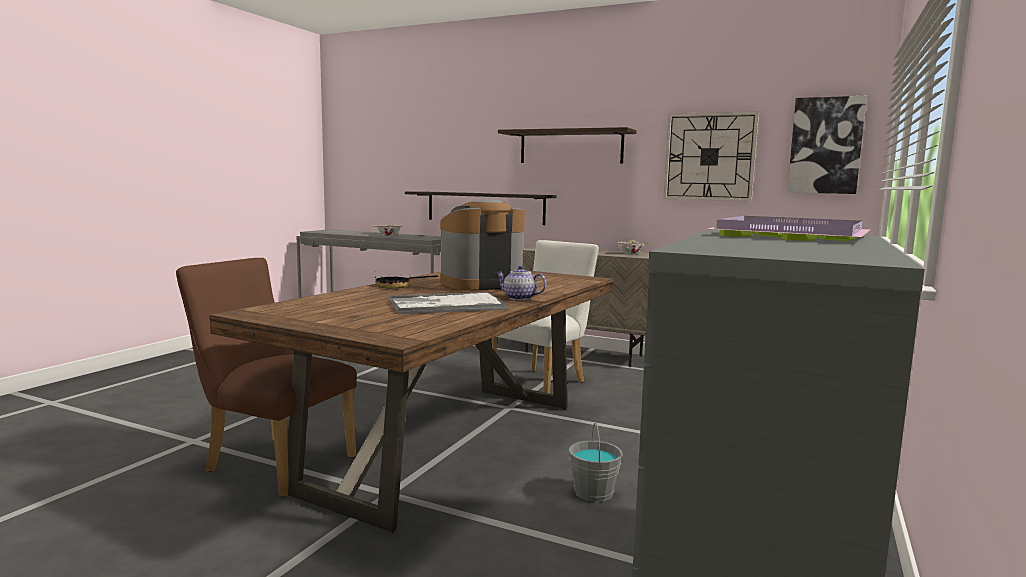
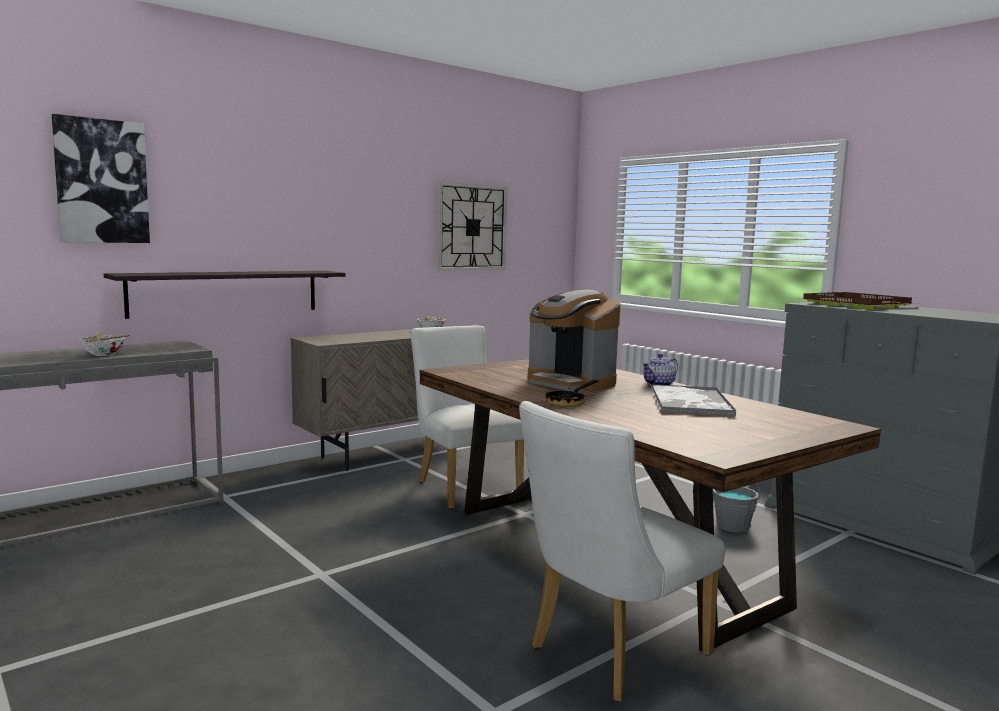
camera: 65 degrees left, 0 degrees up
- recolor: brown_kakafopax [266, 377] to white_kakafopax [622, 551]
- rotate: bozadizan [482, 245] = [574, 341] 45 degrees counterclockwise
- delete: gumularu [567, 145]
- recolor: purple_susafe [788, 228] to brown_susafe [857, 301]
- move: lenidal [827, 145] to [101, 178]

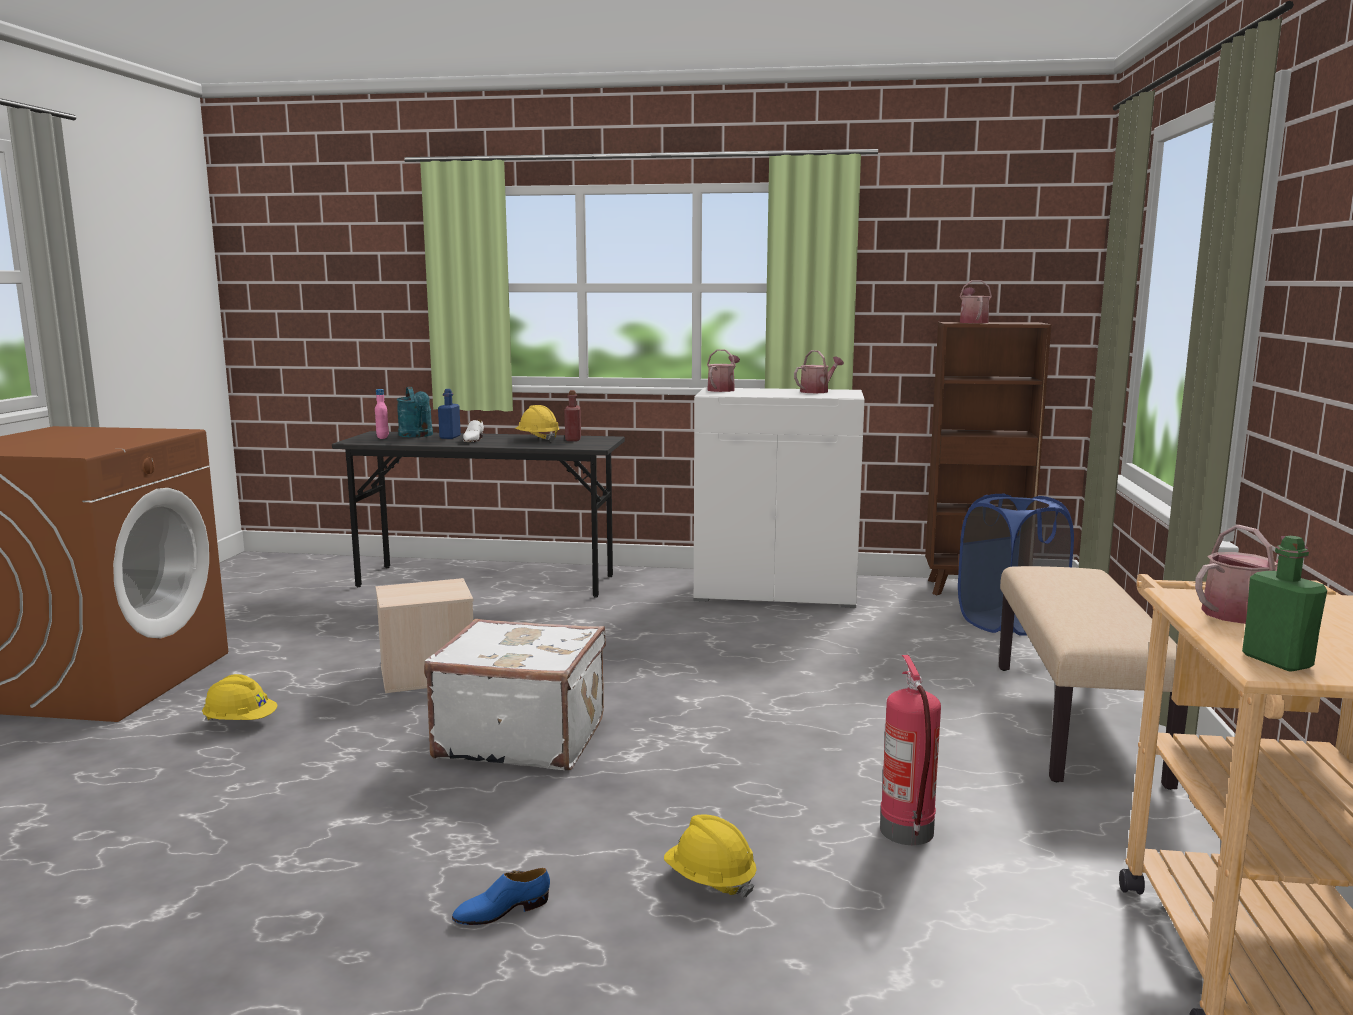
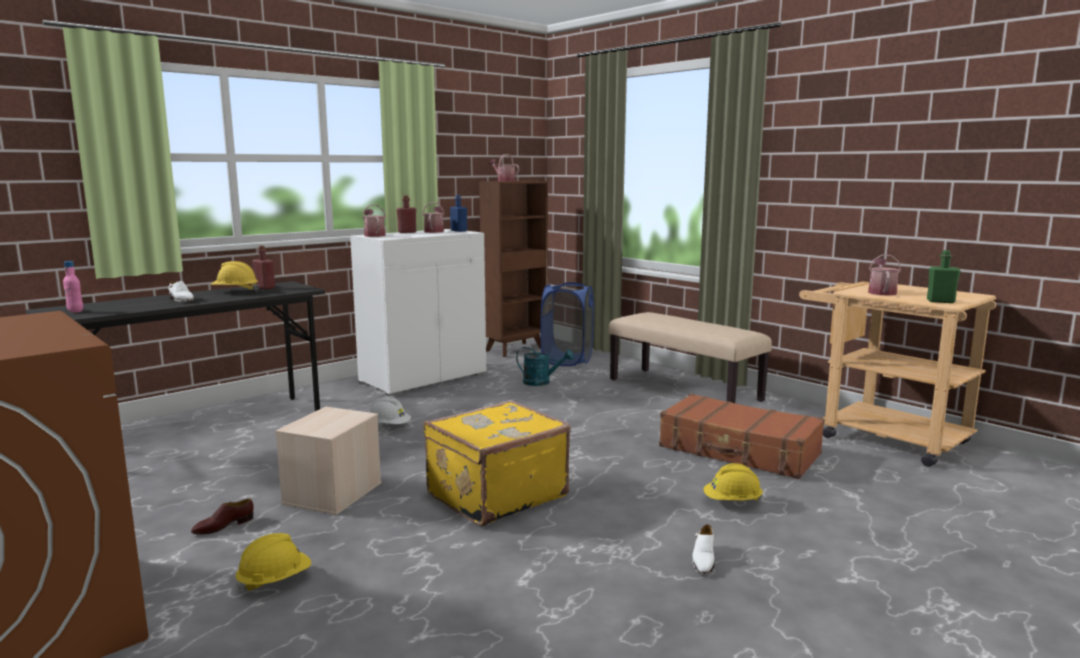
camera: 50 degrees left, 0 degrees up
- move: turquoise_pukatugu [414, 412] to [545, 366]
- recolor: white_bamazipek [515, 694] to yellow_bamazipek [497, 463]
- move: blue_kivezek [449, 414] to [458, 213]
- recolor: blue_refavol [501, 896] to white_refavol [703, 549]
- replace: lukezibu [910, 750] to brown_bamazipek [742, 436]
- insert: brown_refavol [222, 516]
- insert: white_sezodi [390, 410]
- insert: red_kivezek [406, 214]

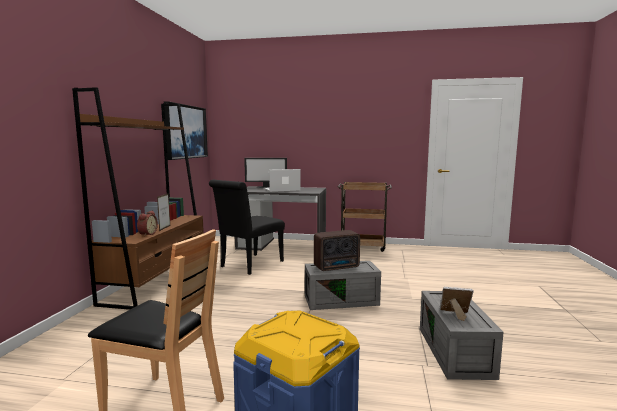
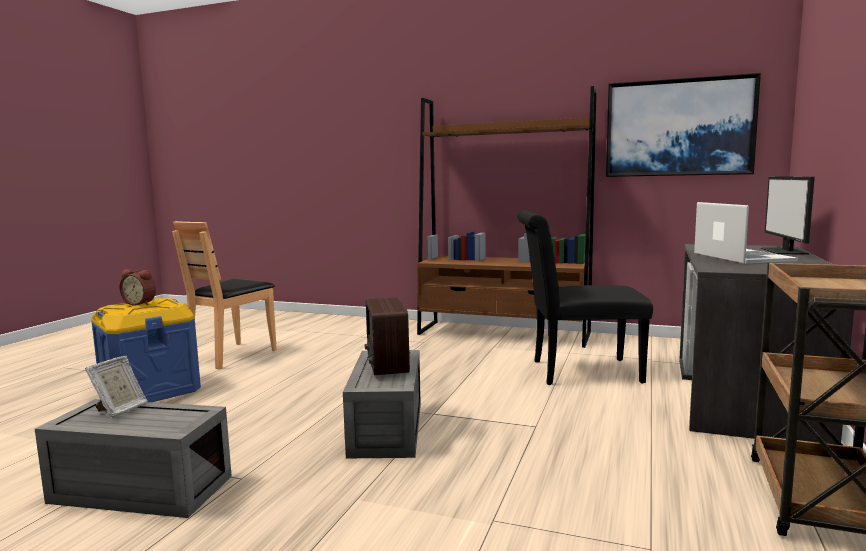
camera: 100 degrees right, 0 degrees up
- move: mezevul [147, 223] to [138, 287]
- delete: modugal [164, 212]
- rotate: black_kakafopax [247, 227] = [585, 297] 45 degrees counterclockwise

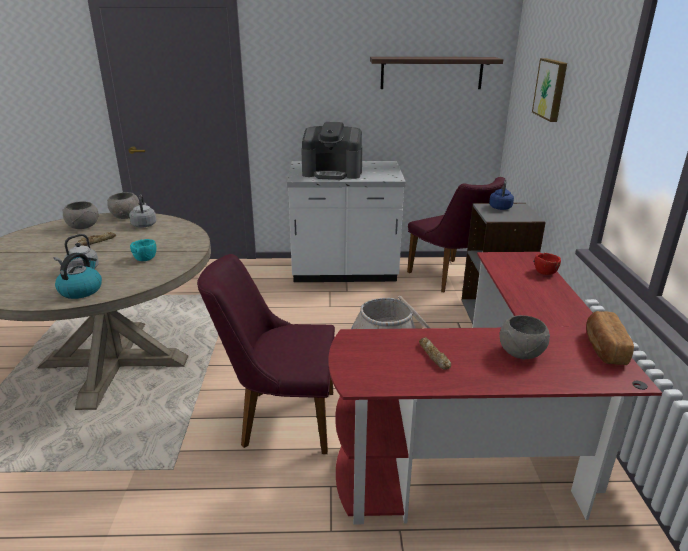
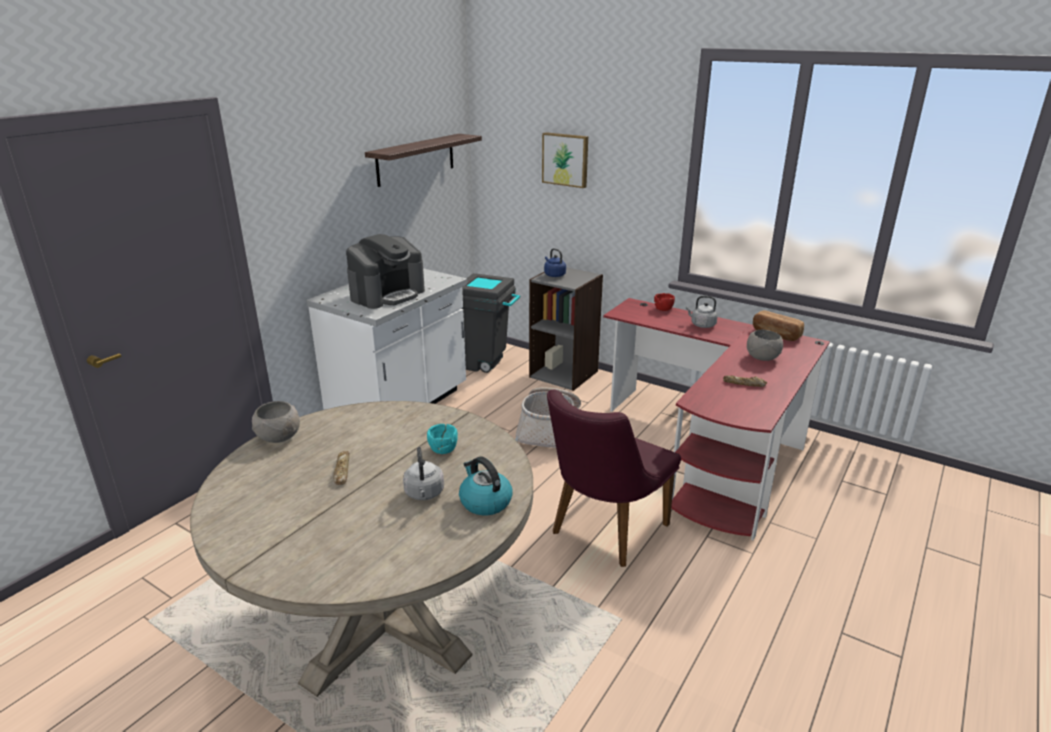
camera: 55 degrees left, 0 degrees up
- delete: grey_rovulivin [80, 215]
- move: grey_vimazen [142, 211] to [702, 312]
- replace: purple_kakafopax [456, 235] to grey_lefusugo [490, 323]

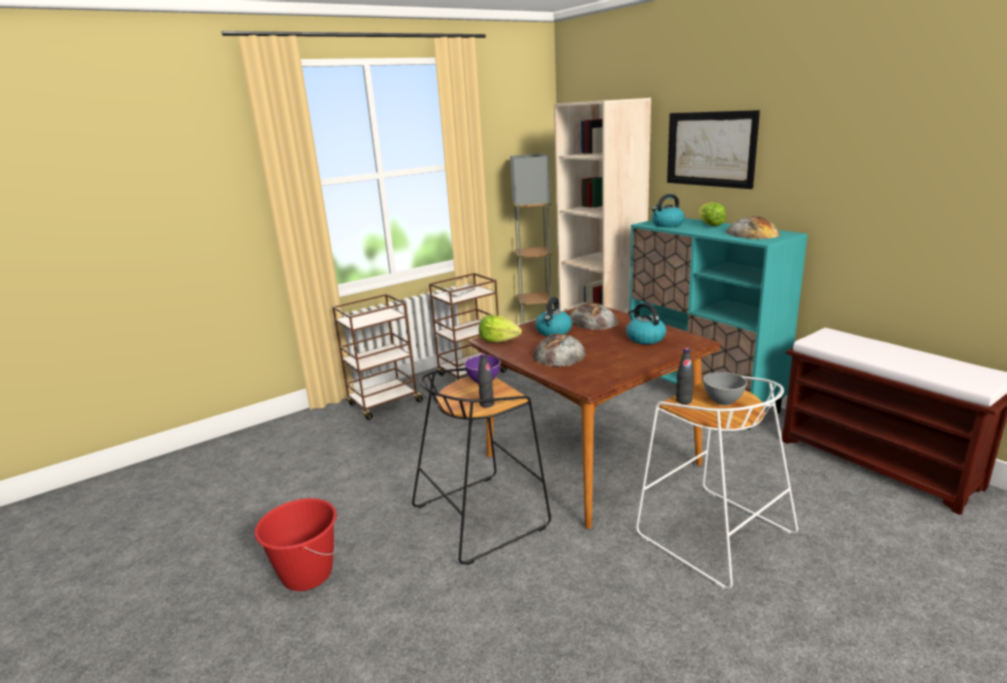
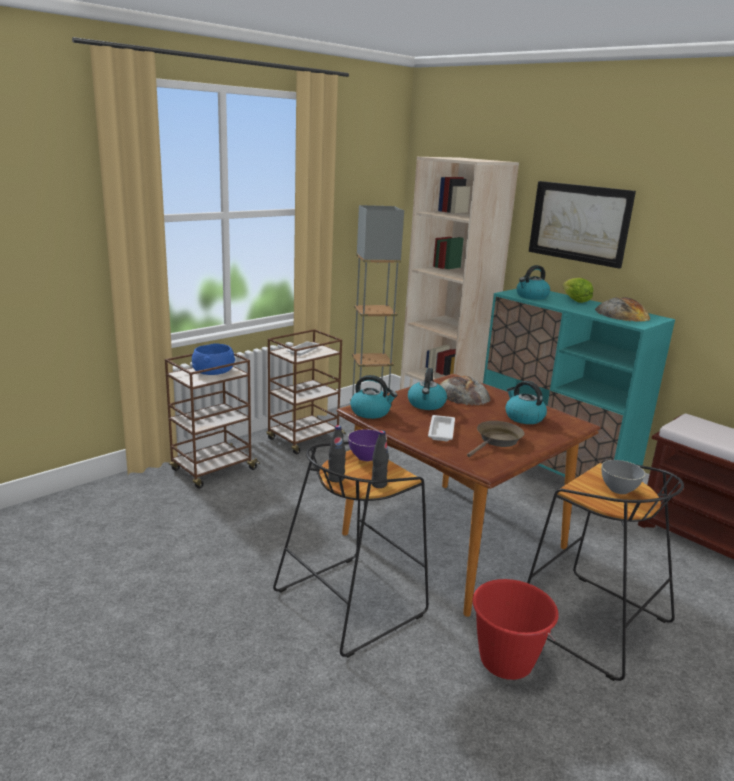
camera: 10 degrees left, 0 degrees up
- move: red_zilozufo [295, 544] to [515, 629]
- replace: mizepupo [500, 329] to vimazen [373, 397]
- replace: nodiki [559, 350] to white_susafe [441, 428]
- recolor: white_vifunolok [717, 482] to black_vifunolok [605, 570]
- move: black_kivezek [685, 376] to [337, 453]
- insert: blue_rovulivin [213, 359]
- insert: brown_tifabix [495, 439]

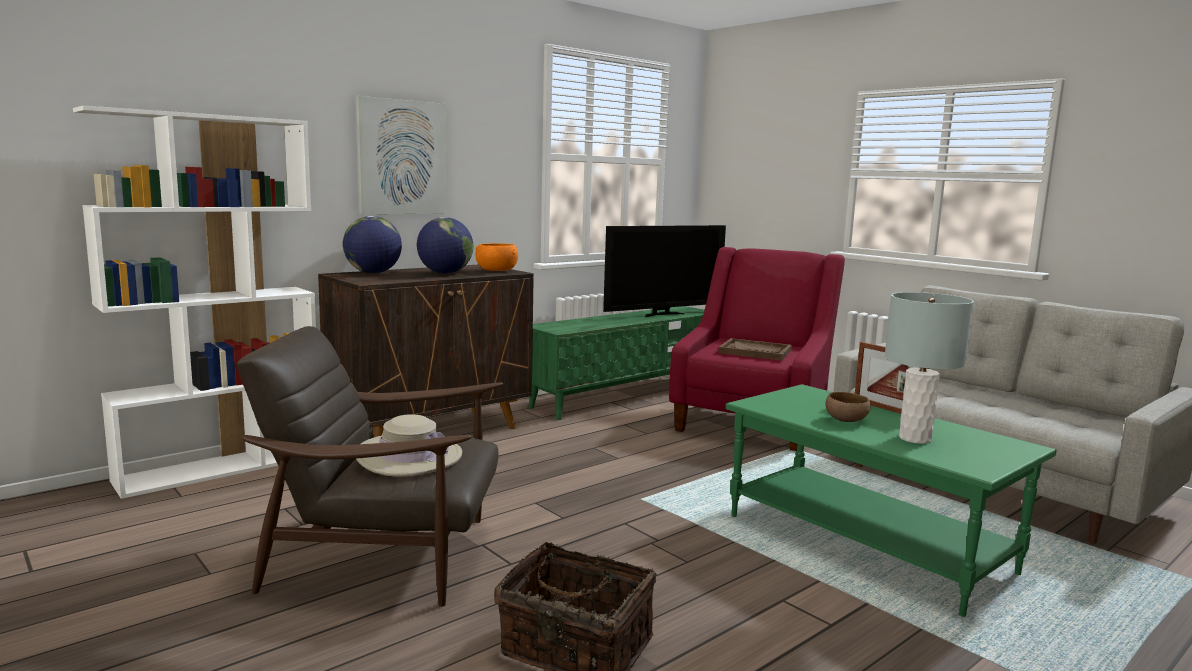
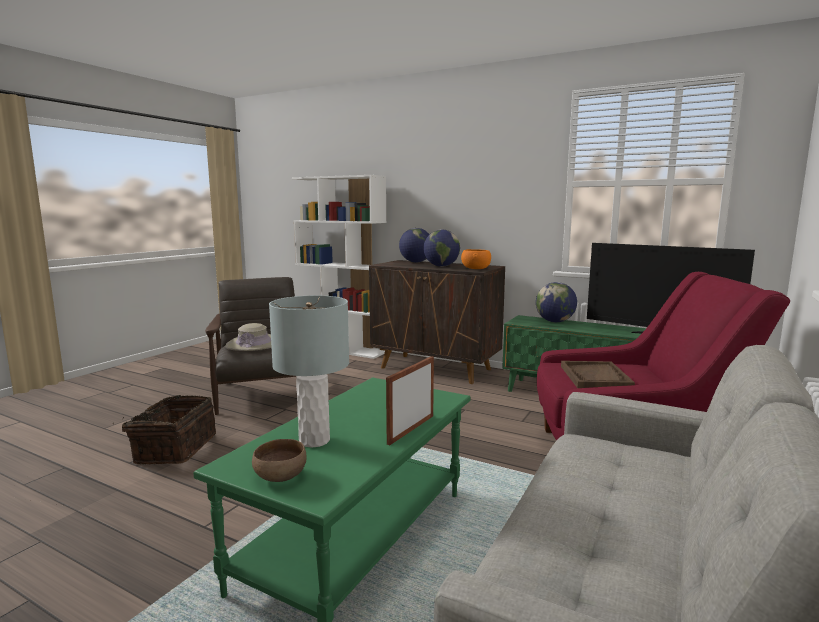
camera: 70 degrees right, 0 degrees up
- delete: lenidal [401, 155]
- move: brown_rovulivin [847, 407] to [279, 460]
- insert: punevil [556, 302]

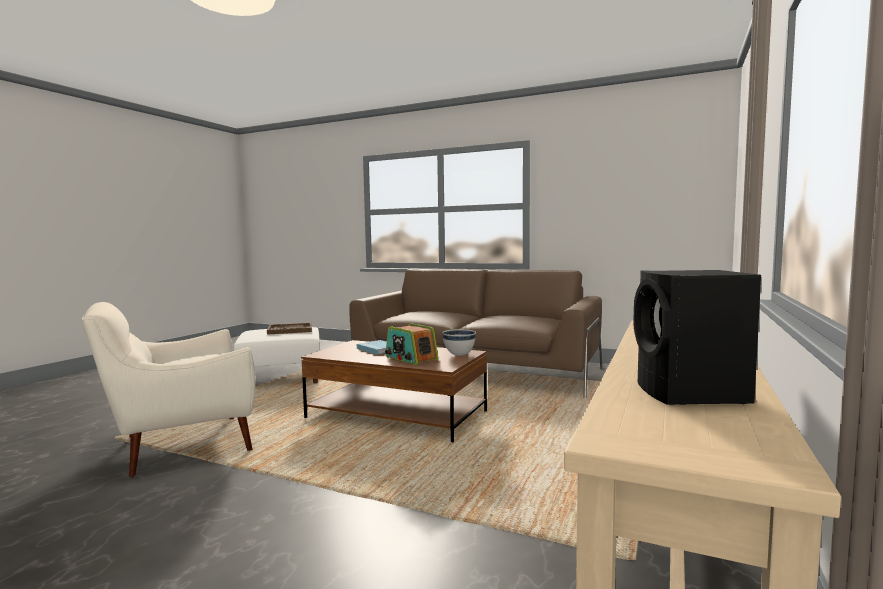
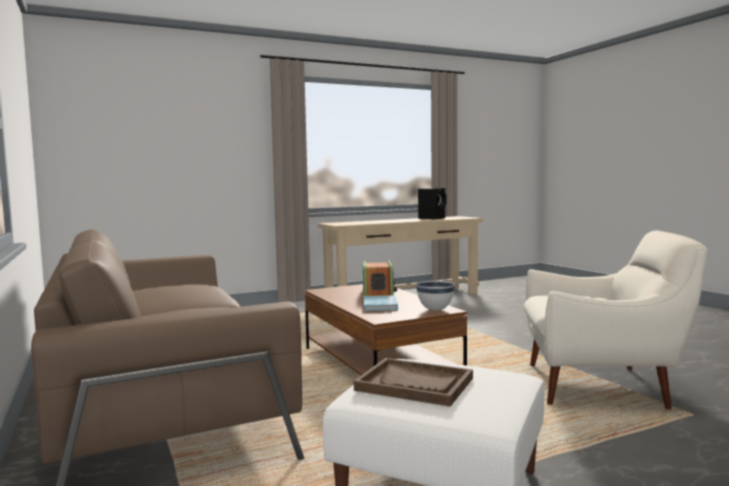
camera: 140 degrees left, 0 degrees up
- move: white_rovulivin [459, 342] to [435, 296]

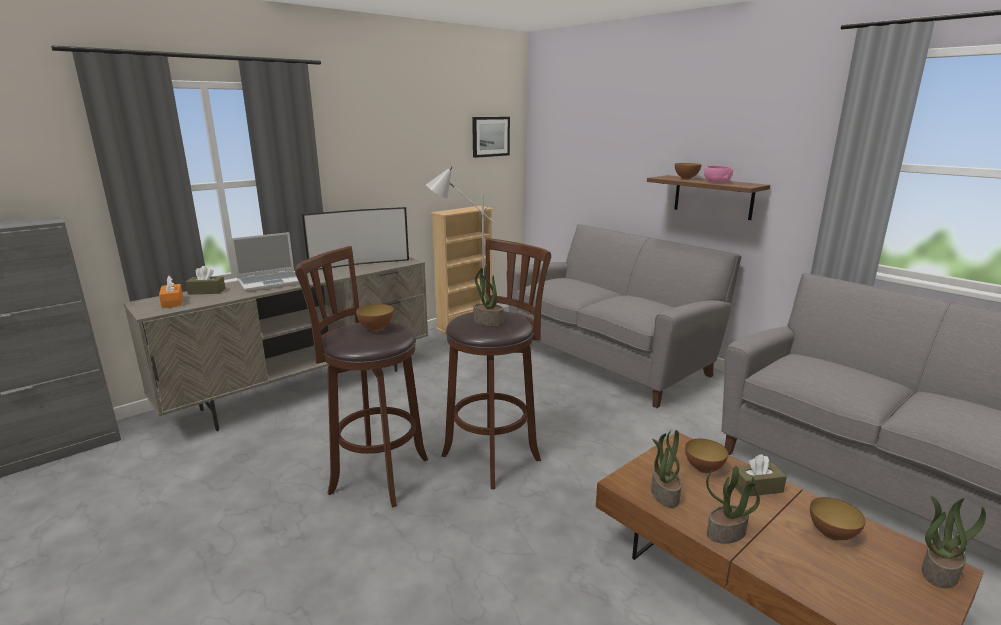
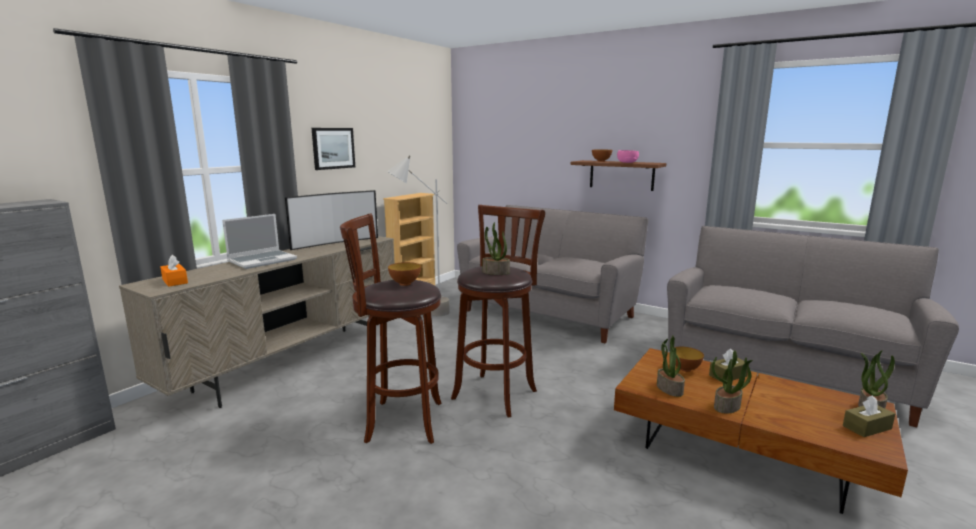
camera: 15 degrees left, 5 degrees down
- move: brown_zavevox [206, 280] to [869, 416]
- move: lenidal [491, 137] to [333, 149]
- delete: rovulivin [837, 519]

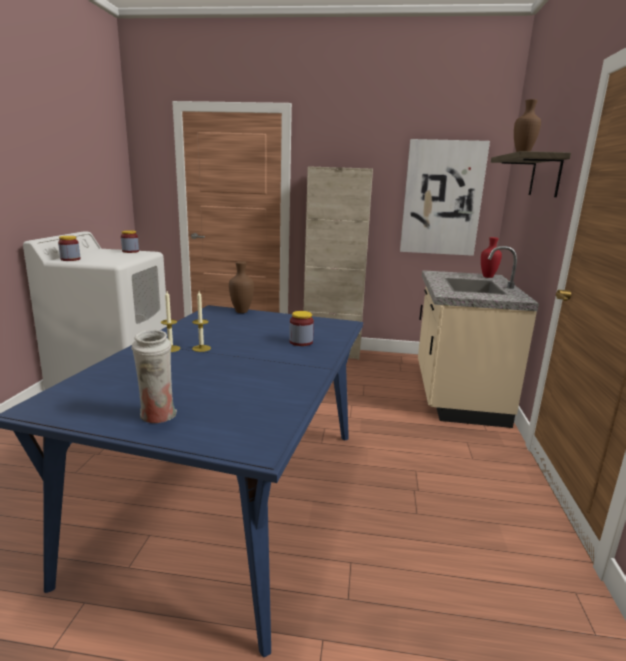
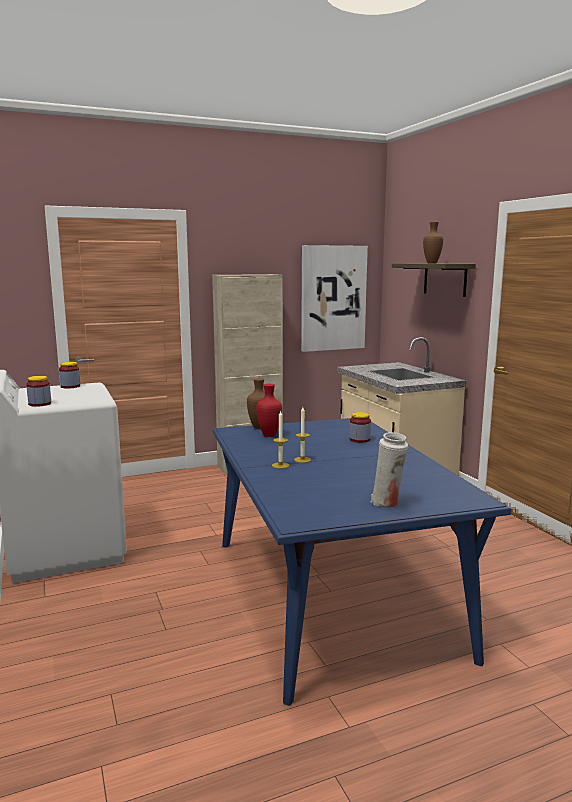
camera: 30 degrees left, 5 degrees down
- move: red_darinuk [491, 257] to [269, 410]

